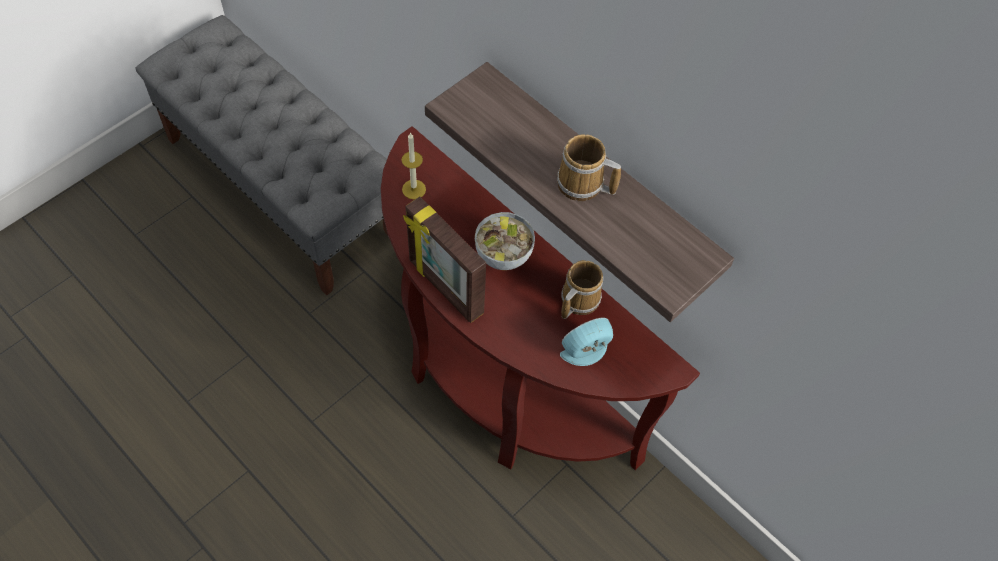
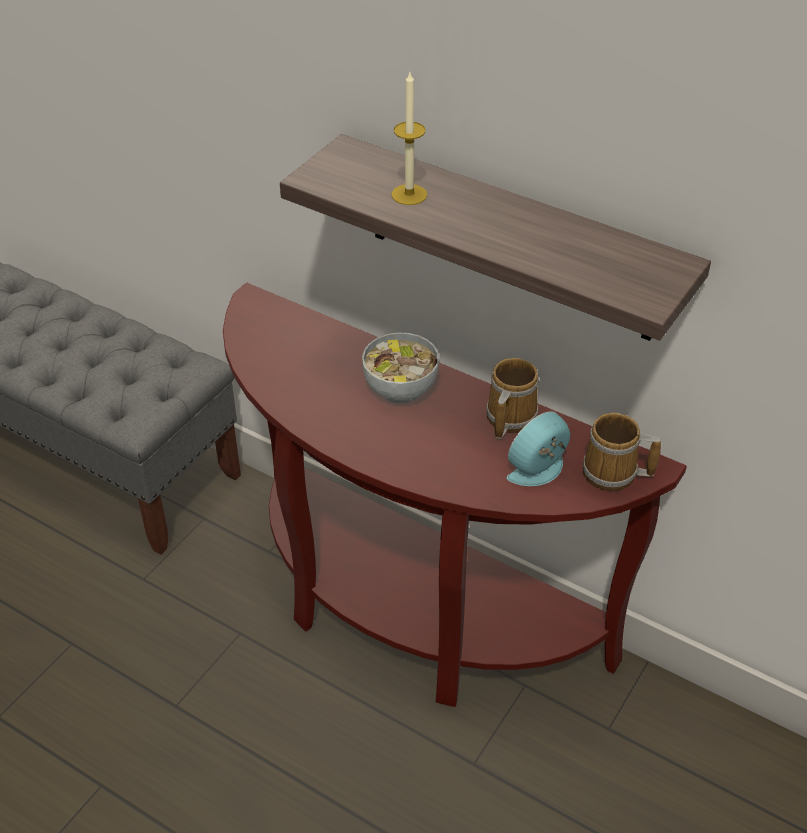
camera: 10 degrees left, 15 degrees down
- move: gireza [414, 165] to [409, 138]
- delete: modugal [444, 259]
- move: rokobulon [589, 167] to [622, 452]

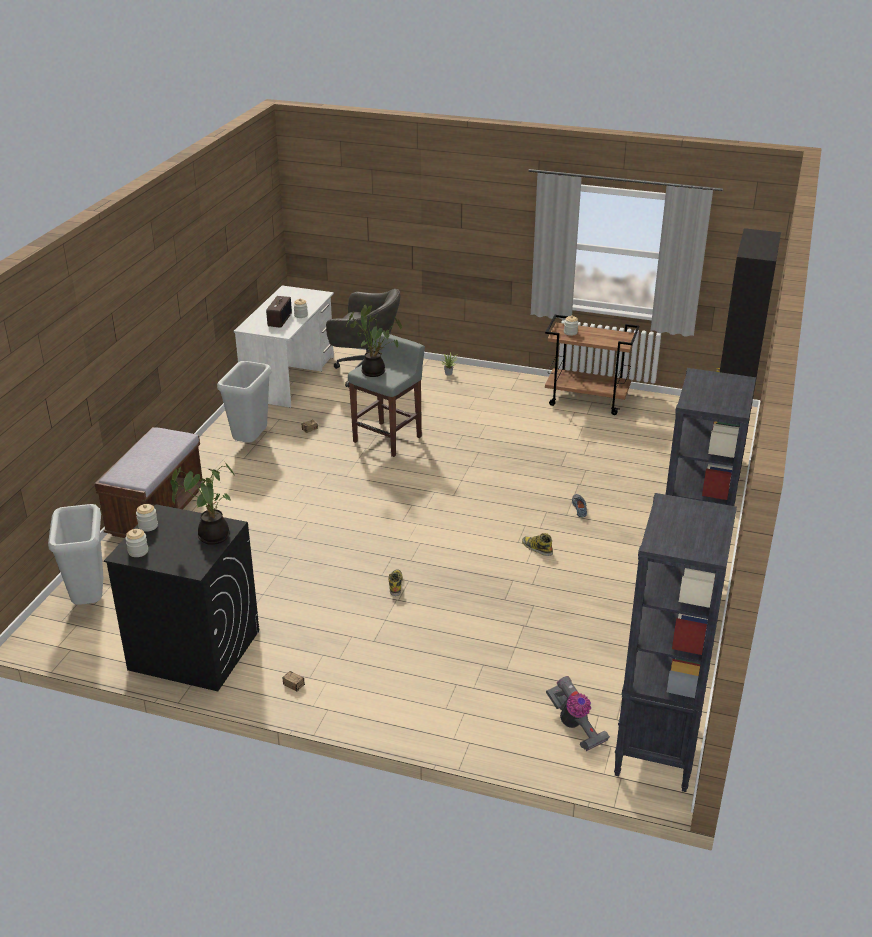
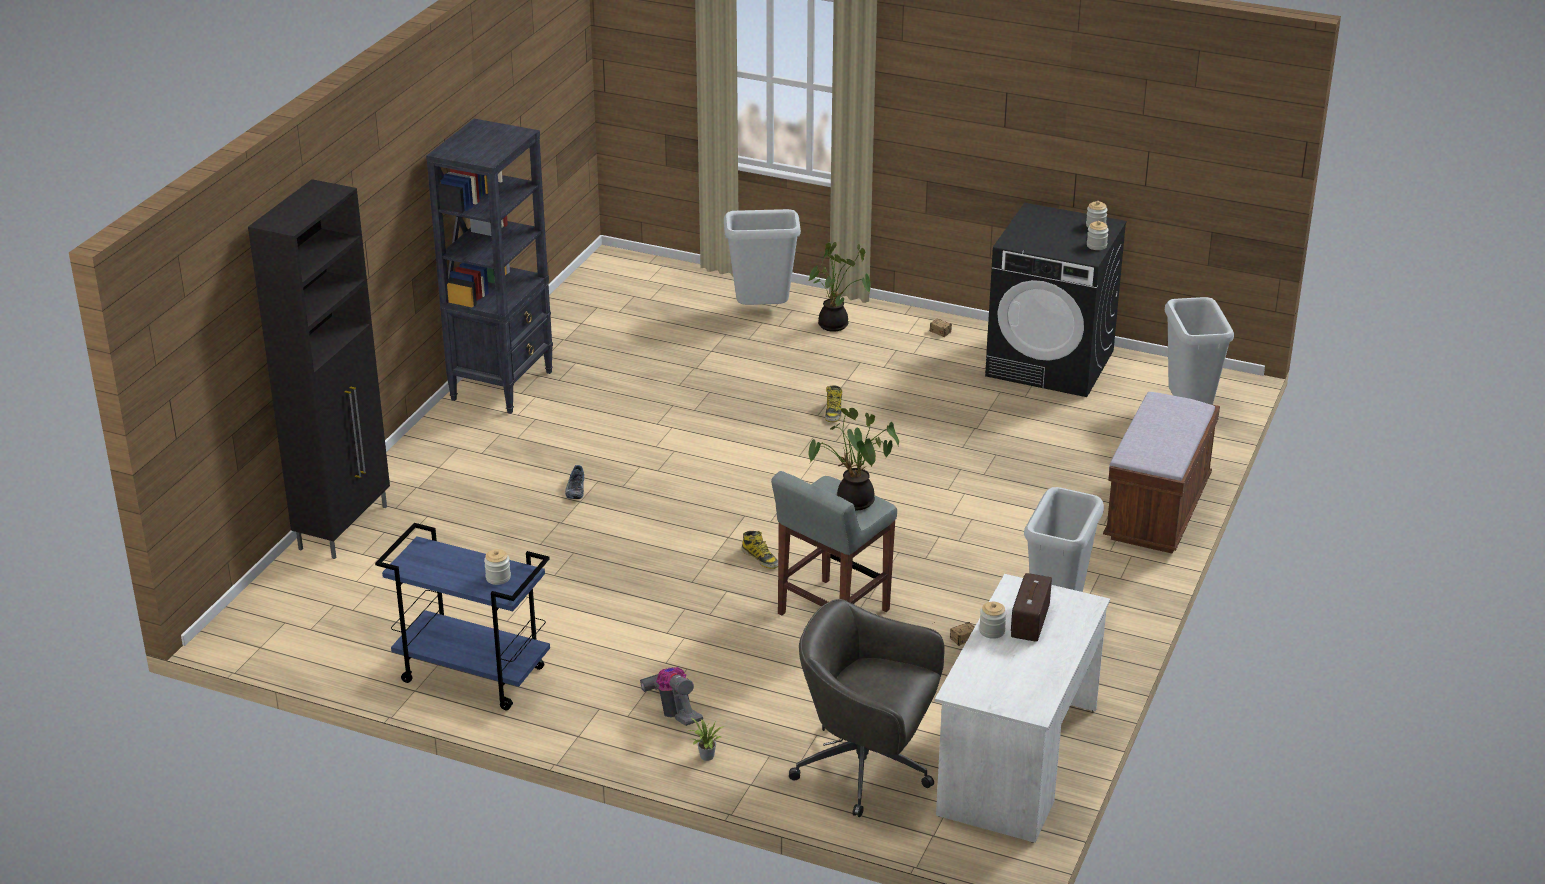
camera: 175 degrees left, 0 degrees up
- move: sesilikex [203, 503] to [840, 287]
- move: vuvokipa [537, 544] to [759, 550]
- recolor: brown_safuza [592, 365] to blue_safuza [462, 617]
- move: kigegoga [578, 713] to [671, 696]
- delete: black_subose [675, 642]
- insert: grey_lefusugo [762, 257]

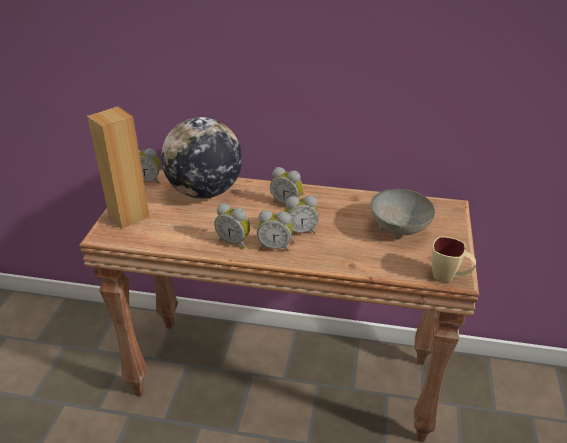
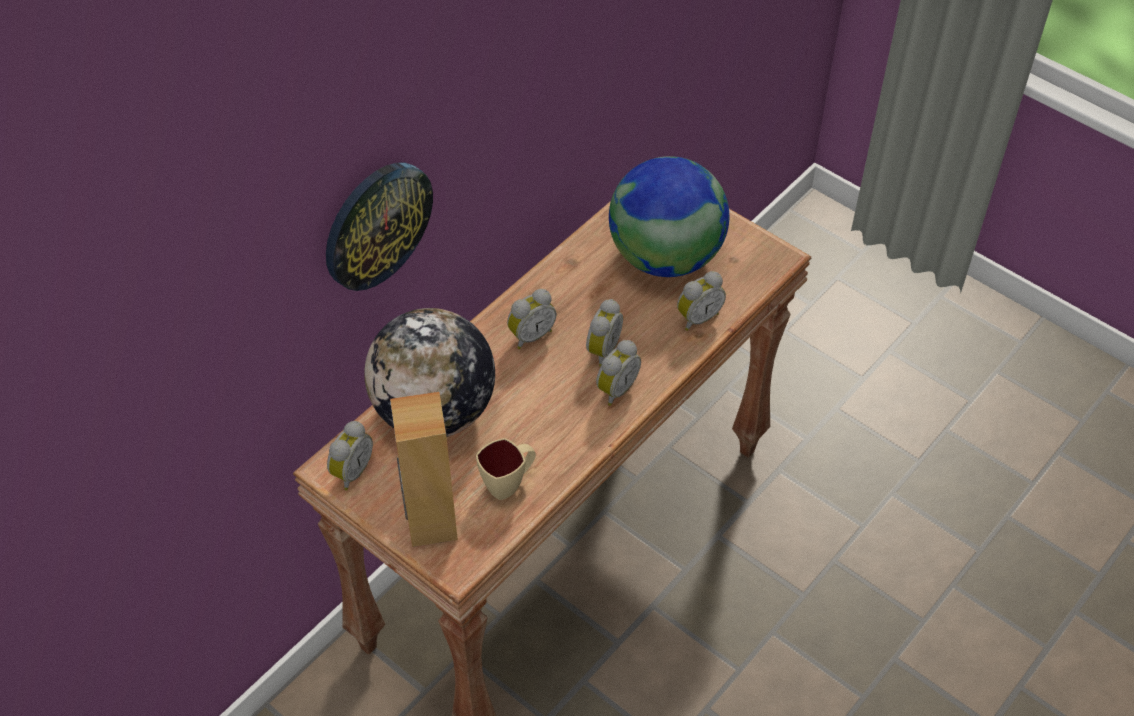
camera: 60 degrees left, 15 degrees up
- move: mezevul [232, 225] to [701, 301]
- replace: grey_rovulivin [402, 214] to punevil [669, 216]
- move: beige_rokobulon [453, 259] to [506, 469]
- insert: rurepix [379, 227]

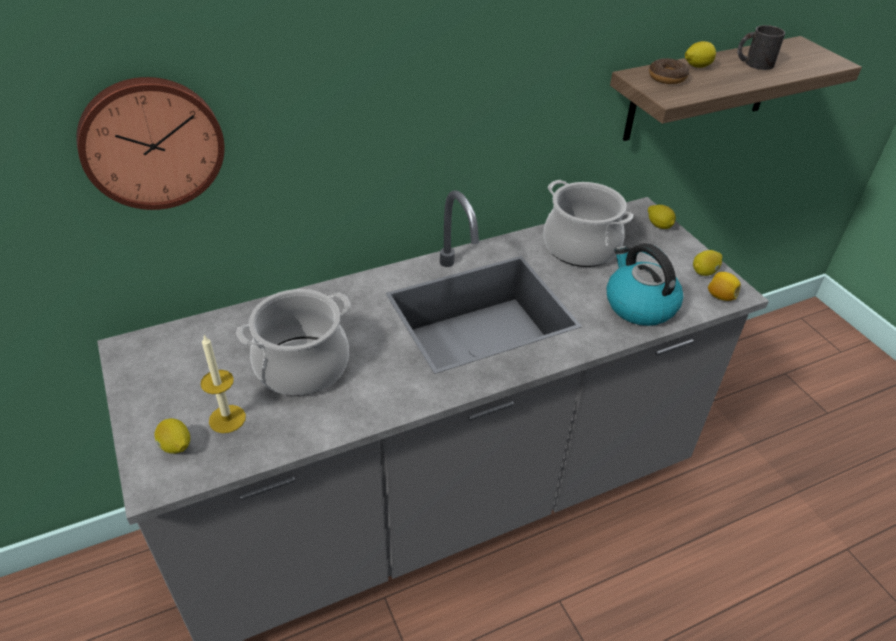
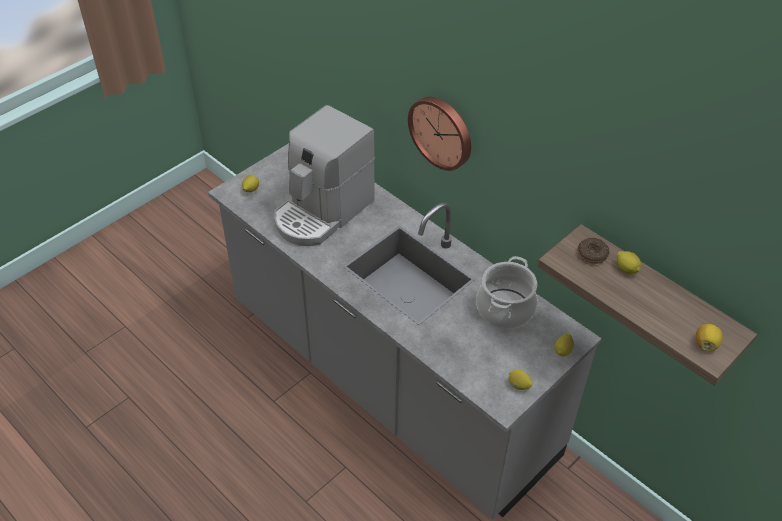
camera: 70 degrees right, 5 degrees up
- move: rurepix [150, 143] to [439, 134]
- delete: gireza [223, 384]
- replace: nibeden [293, 342] to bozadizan [324, 175]
- delete: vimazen [644, 284]
- move: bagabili [724, 286] to [709, 337]
- delete: black_rokobulon [761, 47]

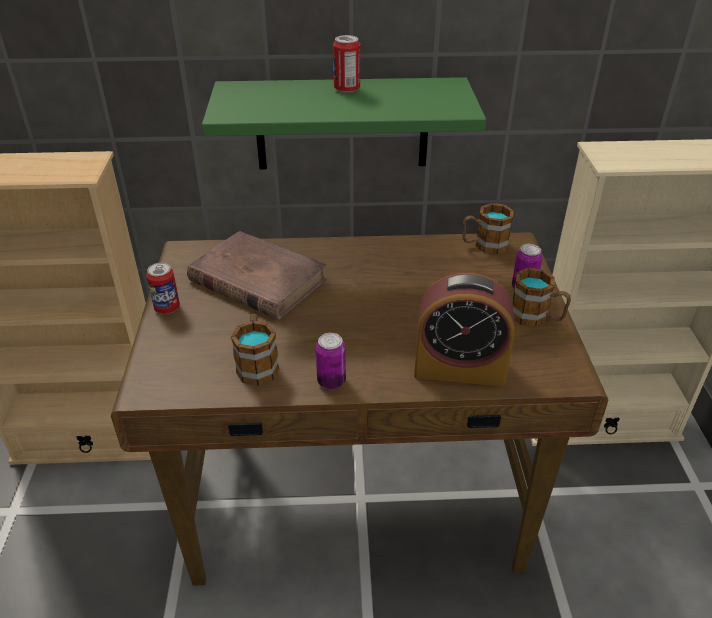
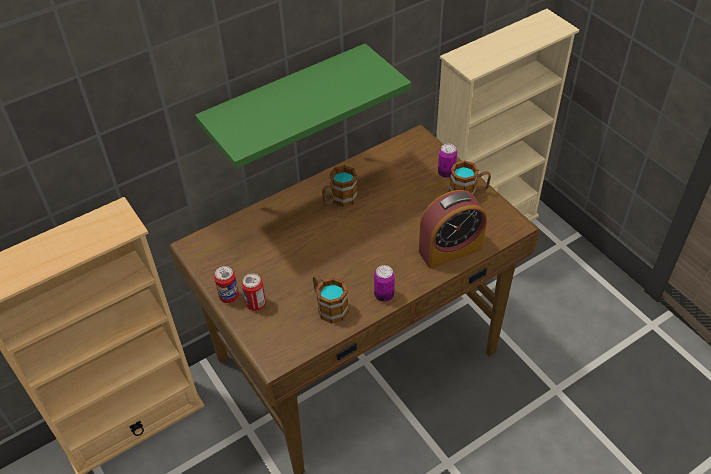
camera: 30 degrees left, 10 degrees up
- delete: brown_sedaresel [257, 275]
- move: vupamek [346, 64] to [254, 292]
- move: rokobulon [488, 228] to [340, 186]

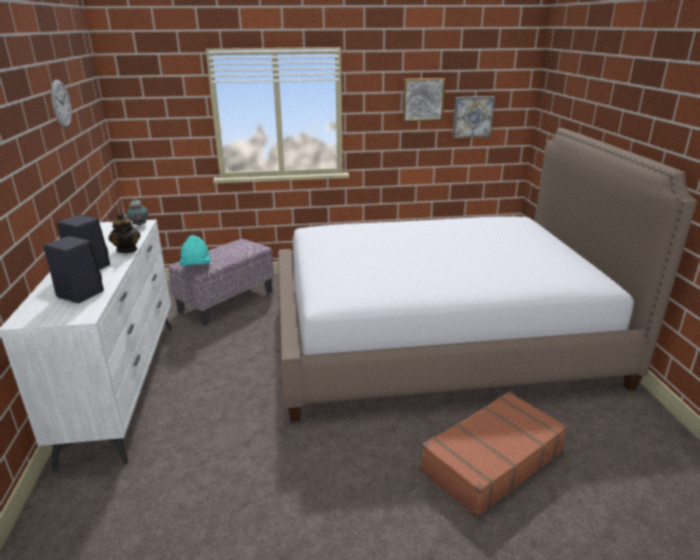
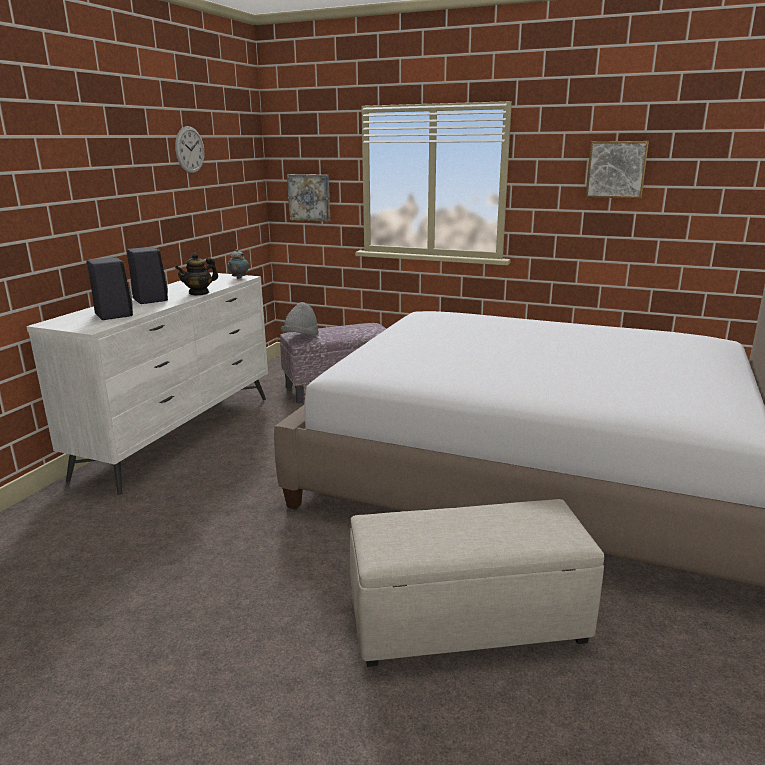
camera: 30 degrees right, 5 degrees down
- rotate: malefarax [124, 232] = [196, 274] 45 degrees clockwise
- recolor: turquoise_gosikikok [195, 250] to grey_gosikikok [300, 318]
- replace: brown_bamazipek [494, 454] to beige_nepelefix [477, 583]
- move: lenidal [473, 117] to [308, 198]

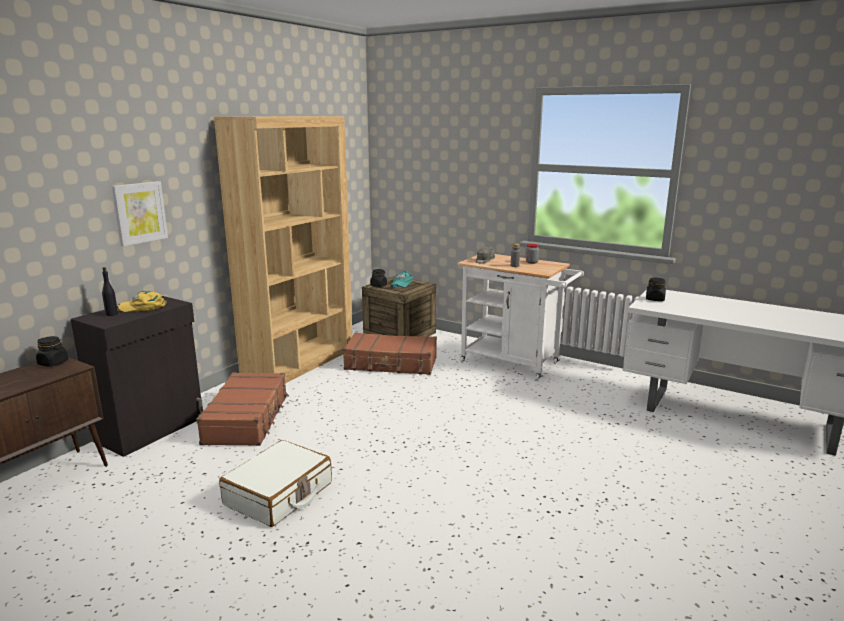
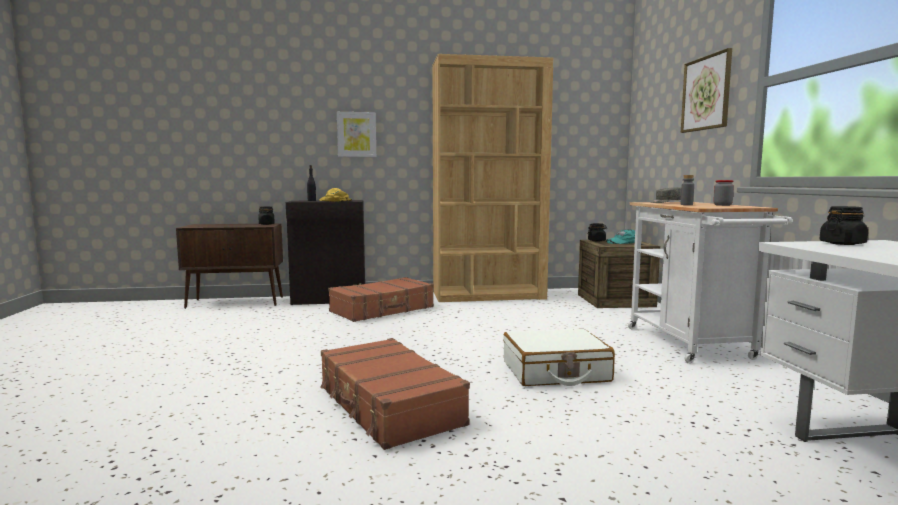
camera: 50 degrees right, 10 degrees down
- move: white_bamazipek [275, 483] to [559, 357]
- move: brown_bamazipek [390, 353] to [395, 394]
- insert: lenidal [706, 90]

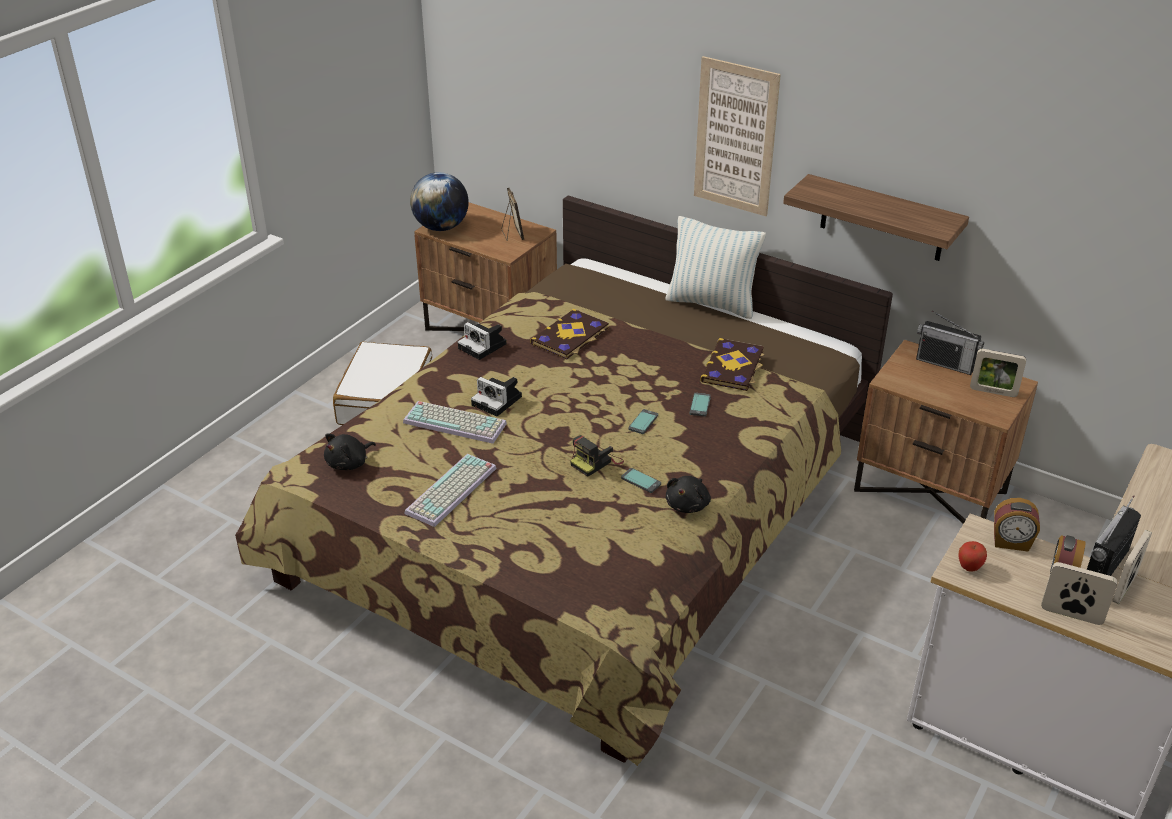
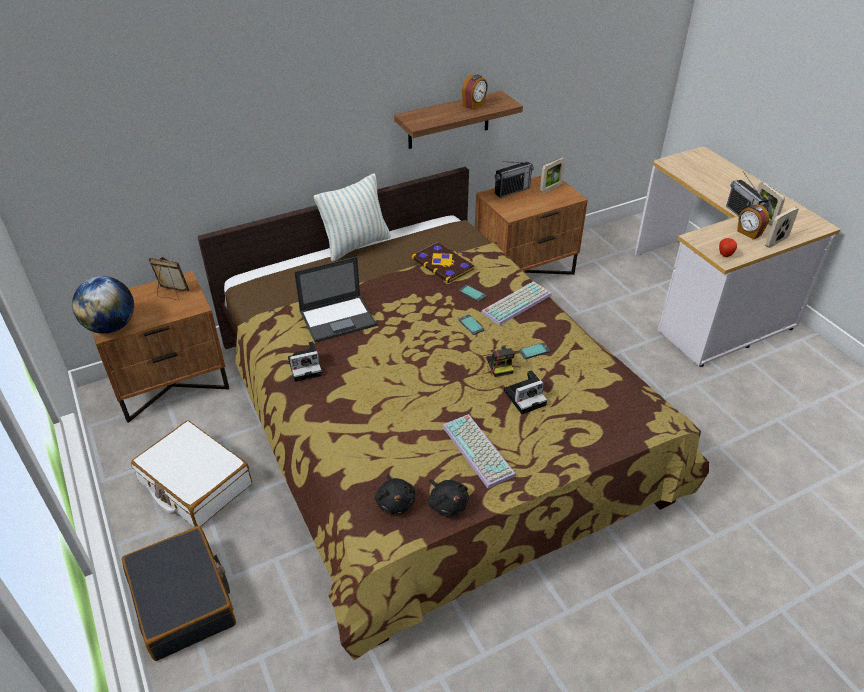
camera: 60 degrees left, 5 degrees up
- move: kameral [455, 422] to [516, 303]
- move: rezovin [496, 396] to [525, 392]
- replace: sedaresel [569, 334] to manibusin [335, 299]
- move: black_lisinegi [688, 494] to [448, 497]
- delete: lenidal [737, 136]
- move: mezevul [1017, 525] to [475, 92]
- insert: black_bamazipek [179, 593]

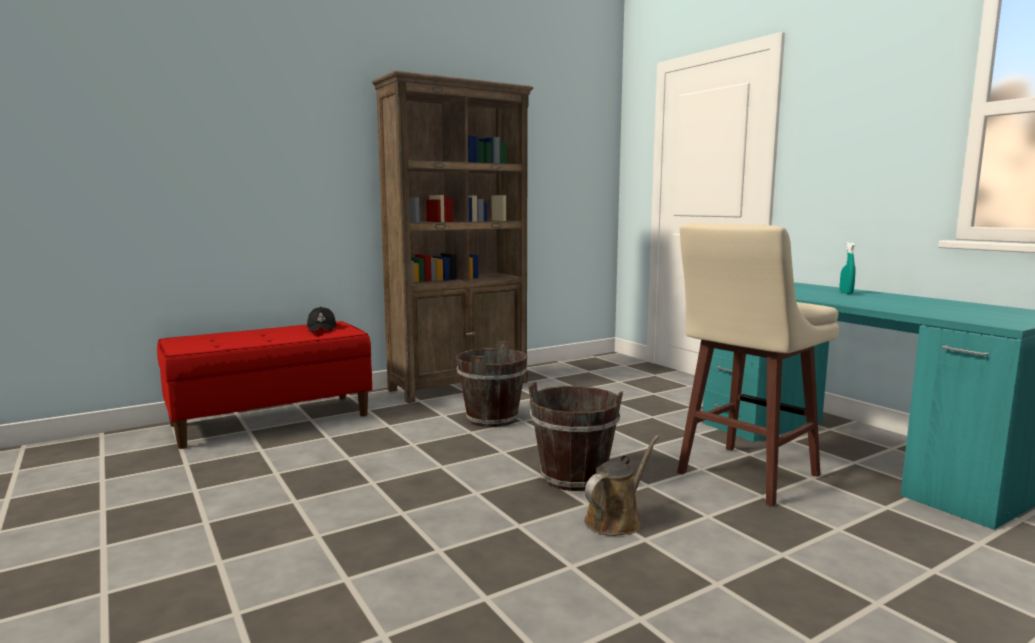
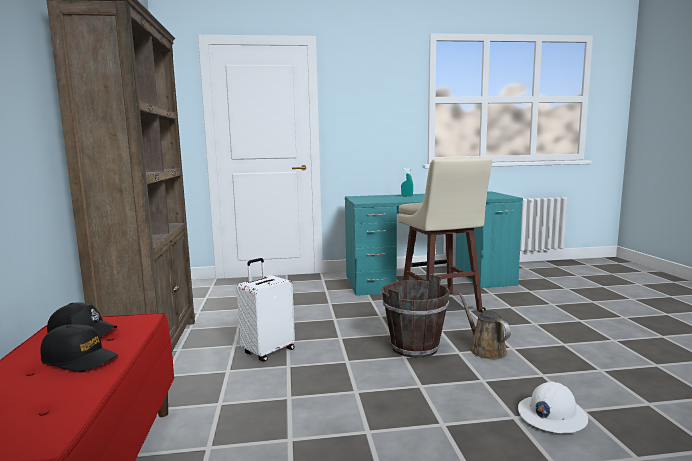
camera: 65 degrees left, 0 degrees up
- replace: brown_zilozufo [491, 384] to white_bamazipek [266, 310]
- insert: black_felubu [79, 348]
- insert: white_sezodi [553, 407]

